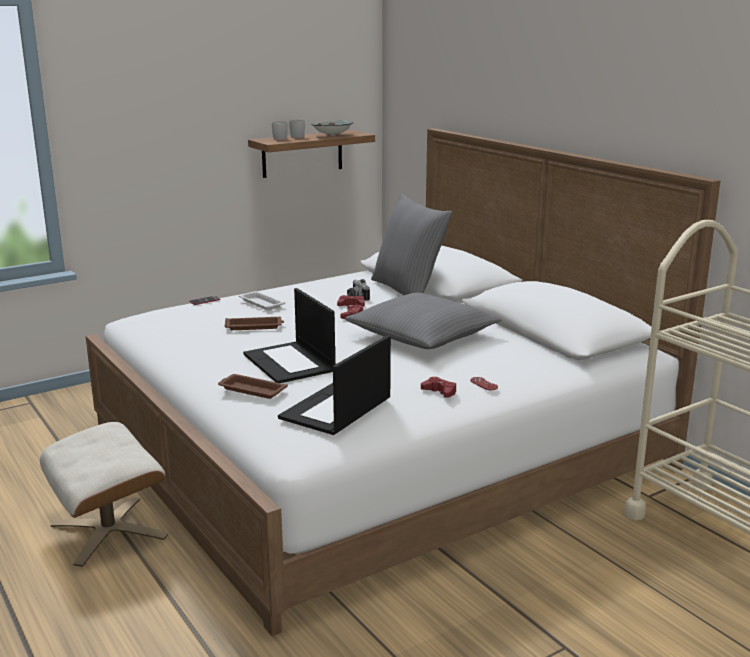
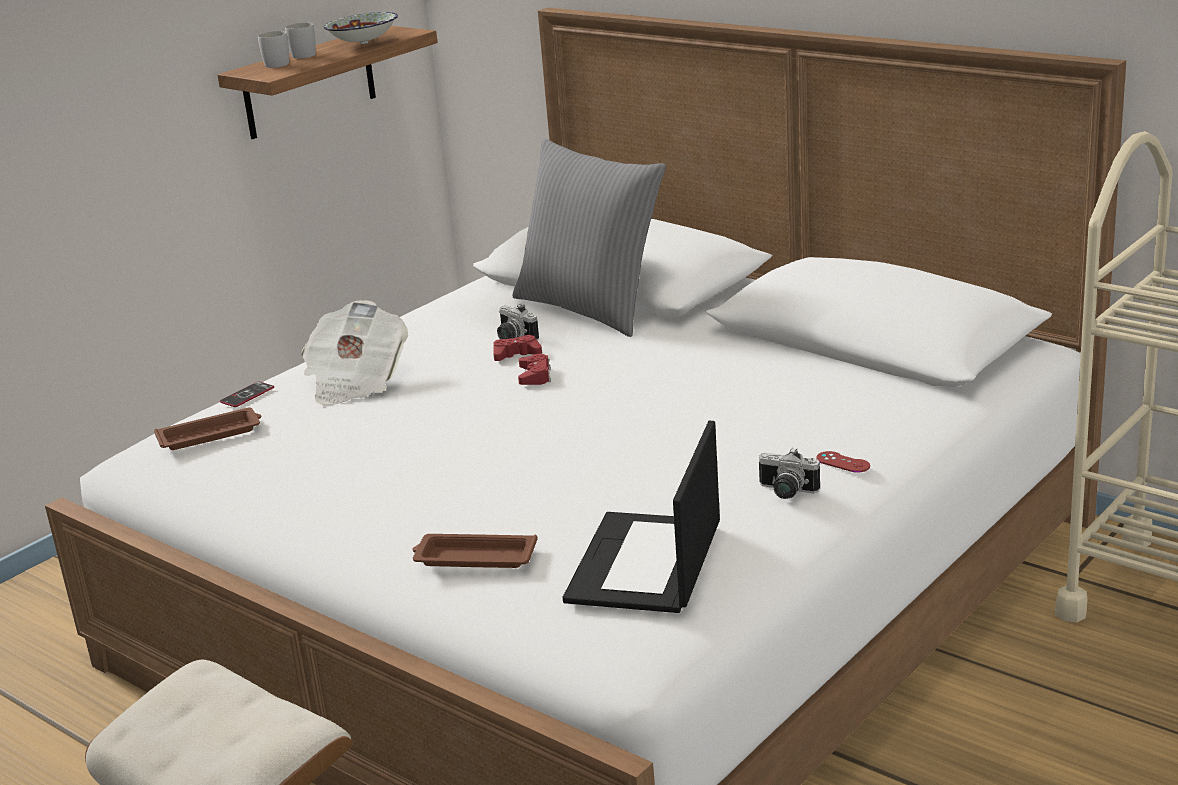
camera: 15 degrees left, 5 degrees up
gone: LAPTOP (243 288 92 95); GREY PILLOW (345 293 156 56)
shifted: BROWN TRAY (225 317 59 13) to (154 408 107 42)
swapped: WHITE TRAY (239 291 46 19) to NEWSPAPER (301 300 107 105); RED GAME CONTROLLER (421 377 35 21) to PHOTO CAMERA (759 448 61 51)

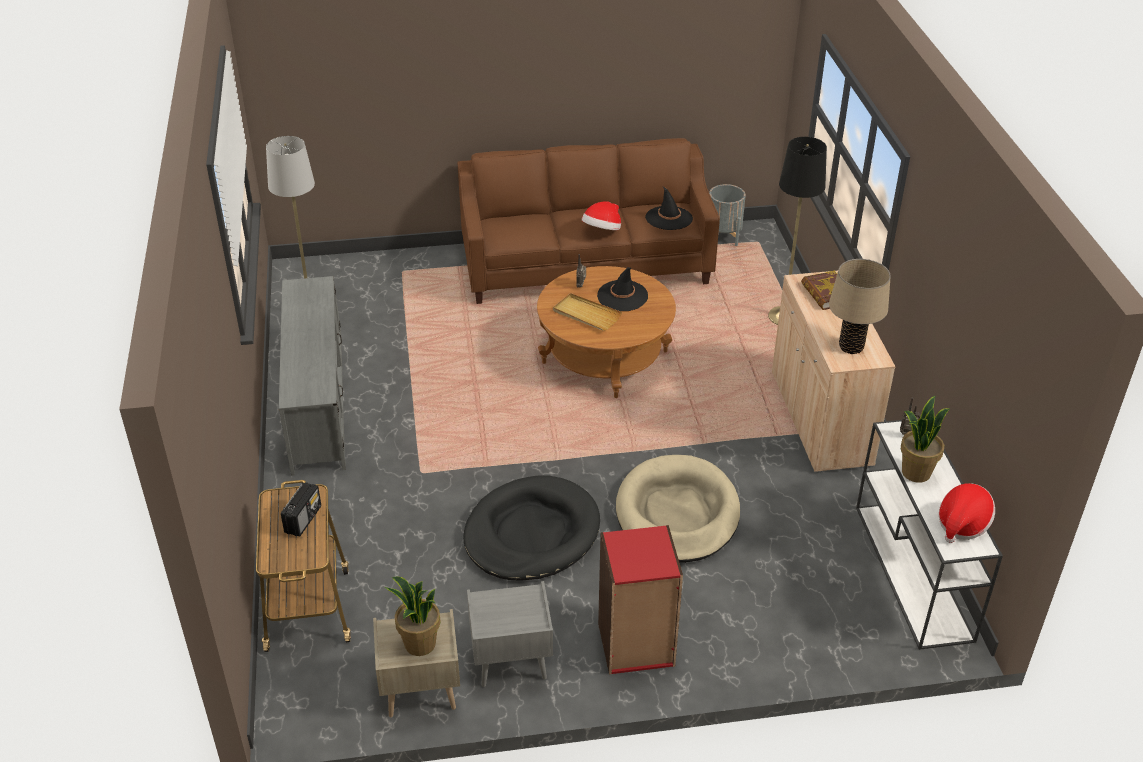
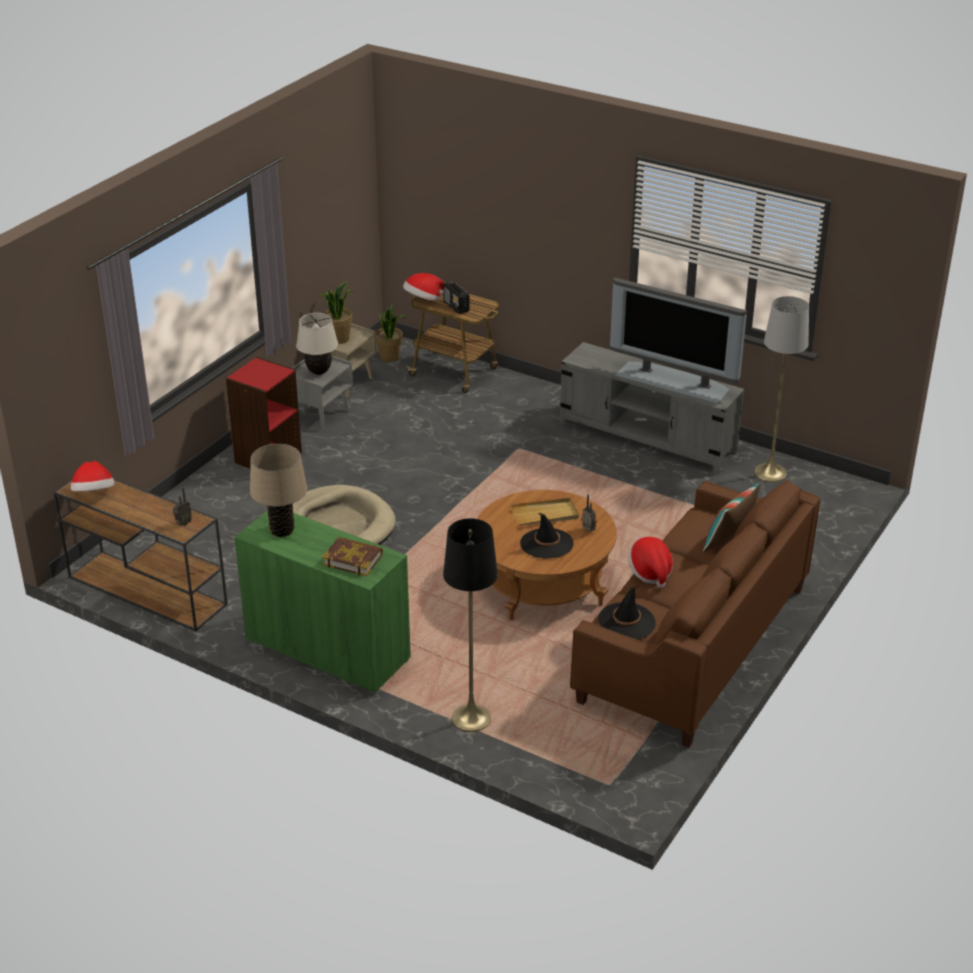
camera: 130 degrees right, 5 degrees down
gone: BLACK DOG BED (463 475 137 106); GREY PLANTER (709 184 37 62)
new: BEIGE TABLE LAMP (296 313 42 62); HAT (403 273 41 28); TELEVISION (610 278 137 126); PILLOW (703 483 58 69)
shifted: POTTED PLANT (901 396 49 87) to (375 305 31 57)
repainted: WHITE CONSOLE TABLE (856 420 147 230) to BROWN CONSOLE TABLE (53 478 175 154); BEIGE CABINET (772 271 124 202) to GREEN CABINET (234 510 177 184)

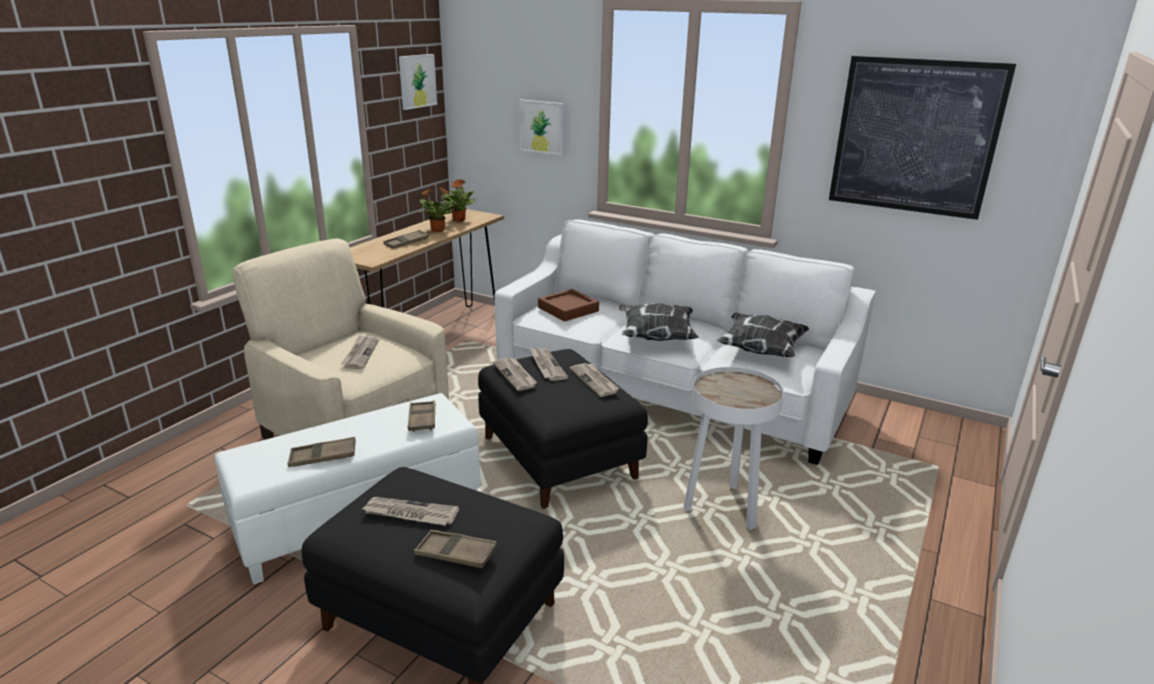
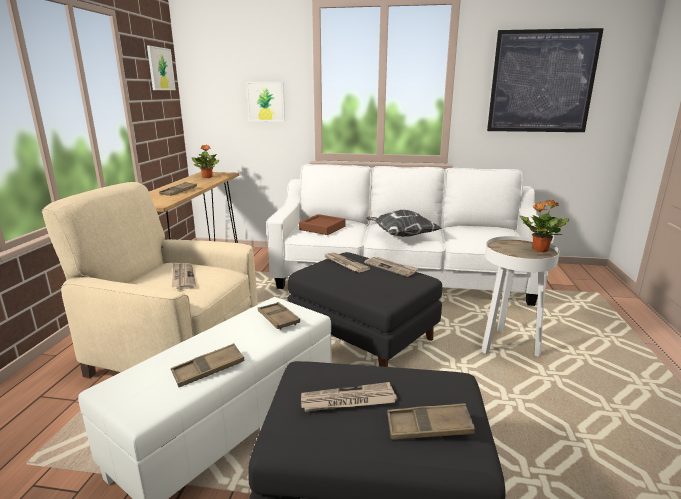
camera: 20 degrees left, 5 degrees down
gone: NEWSPAPER (493 358 44 33); PILLOW (717 312 92 45)
shifted: POTTED PLANT (418 187 35 45) to (519 199 51 53)

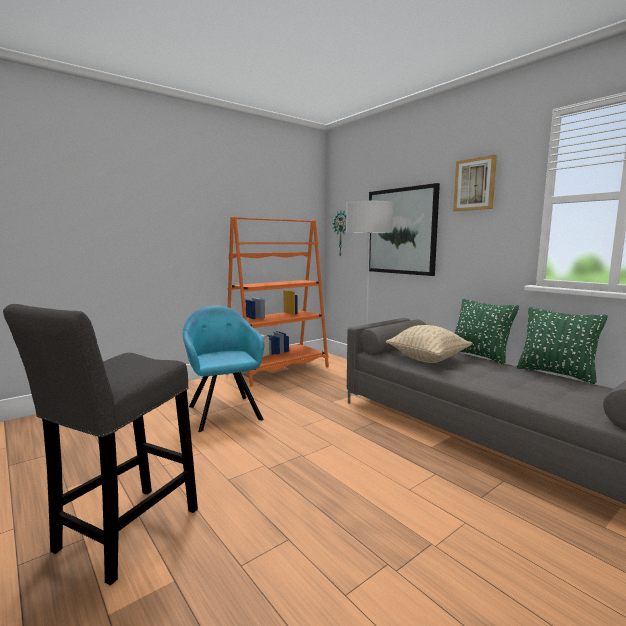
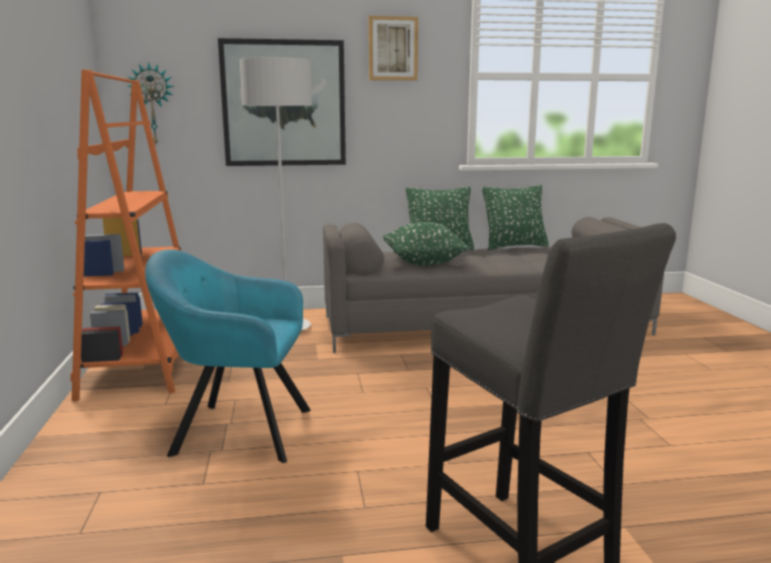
camera: 60 degrees left, 5 degrees up
repainted: BEIGE PILLOW (386 325 86 38) to GREEN PILLOW (383 222 87 43)

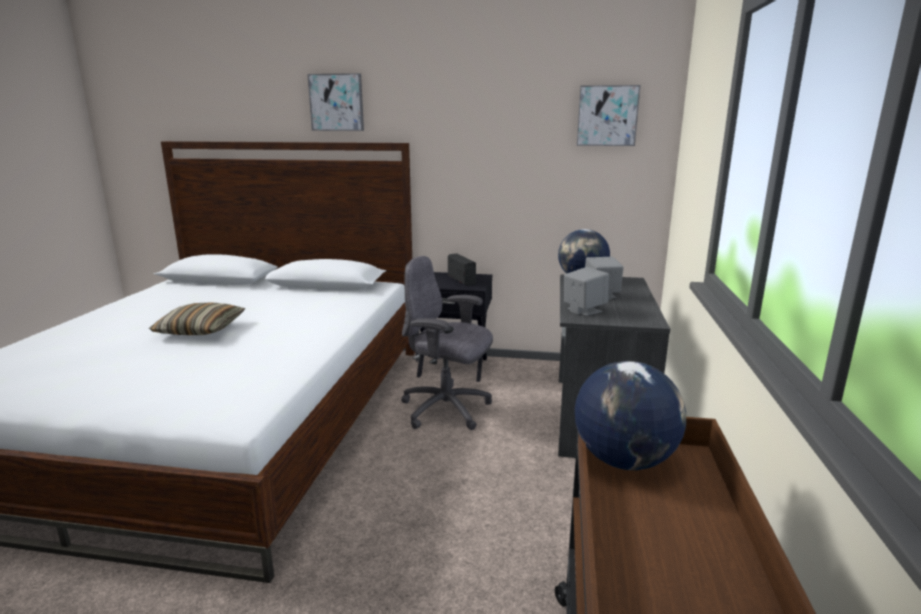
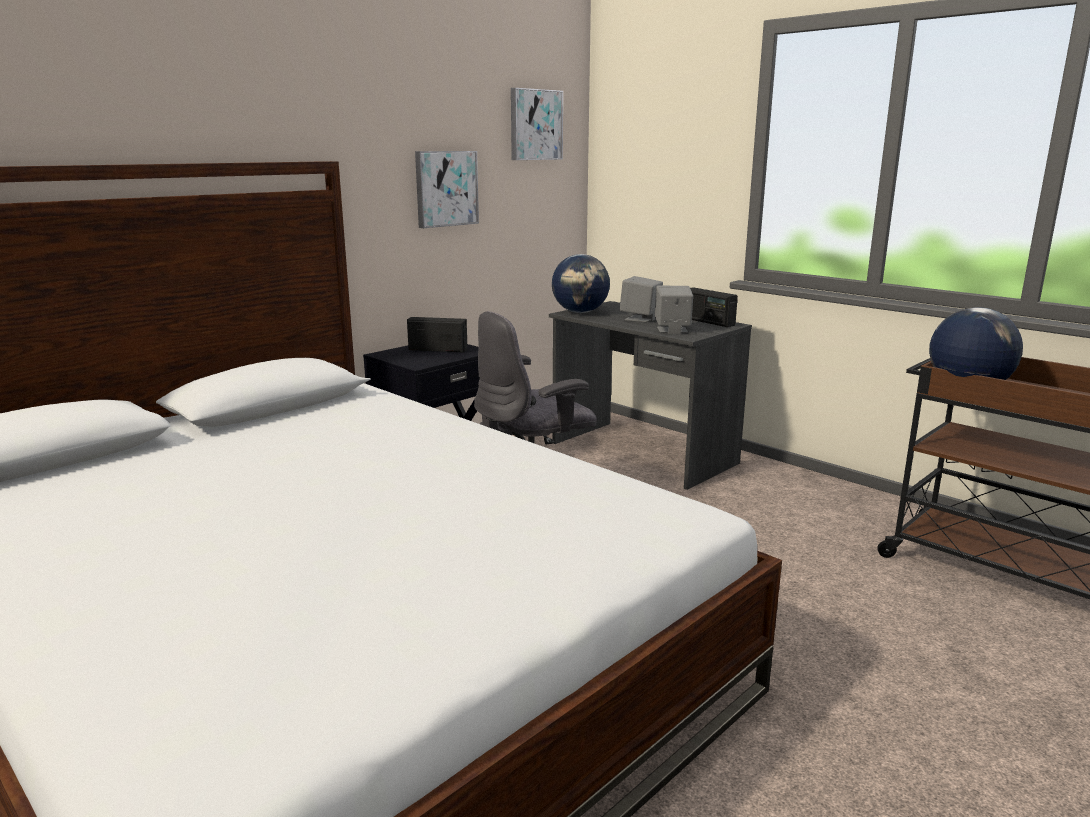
camera: 55 degrees left, 0 degrees up
gone: PILLOW (149 302 97 33)
new: RADIO (690 287 48 40)
shifted: PICTURE (307 73 57 58) to (415 151 64 77)

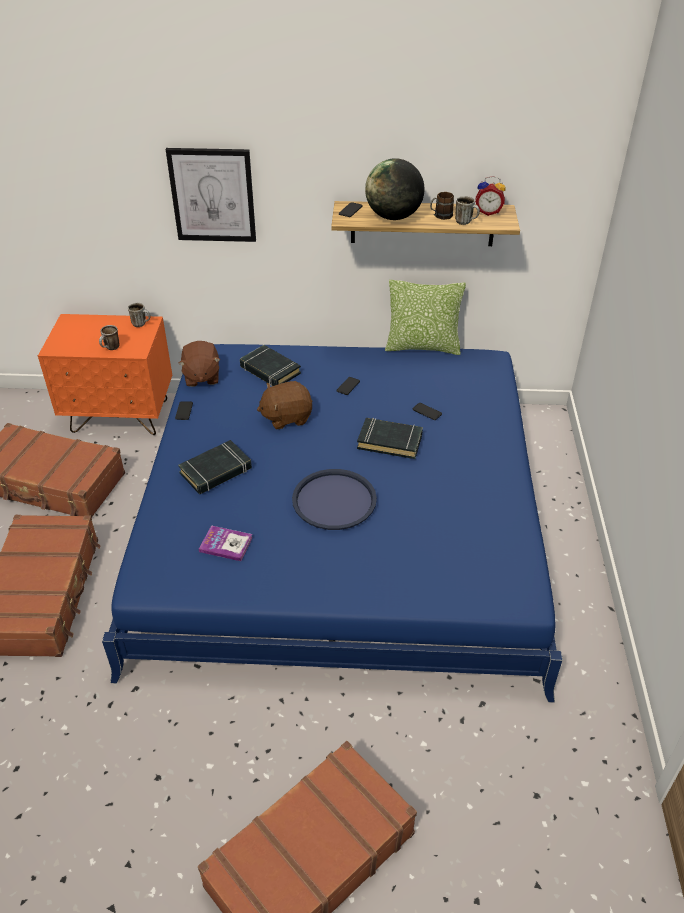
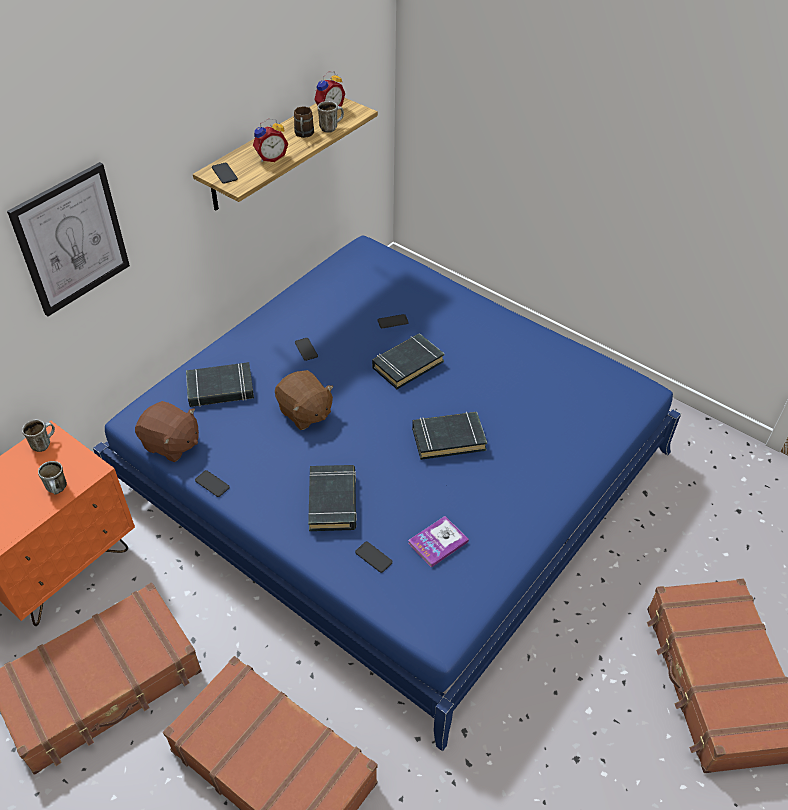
camera: 55 degrees left, 5 degrees up
gone: PILLOW (385 280 81 75)
new: PHONE (355 541 38 32)
swapped: GLOBE (365 158 59 62) to ALARM CLOCK (253 119 35 43); BLUE TRAY (292 469 85 61) to BLACK BOOK (412 412 75 48)
rotated: BROWN PLUSH TOY (257 381 55 49) = (275 370 59 60) 60 degrees counterclockwise

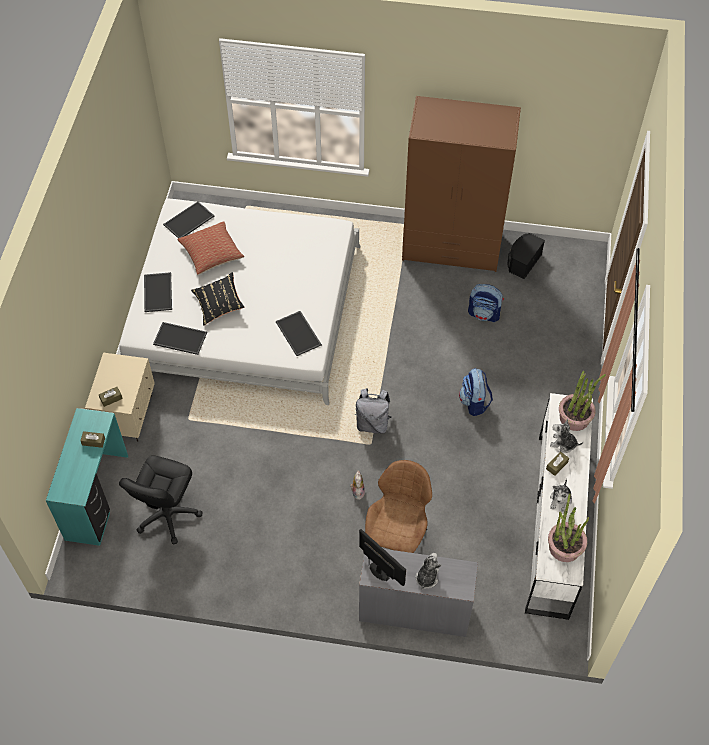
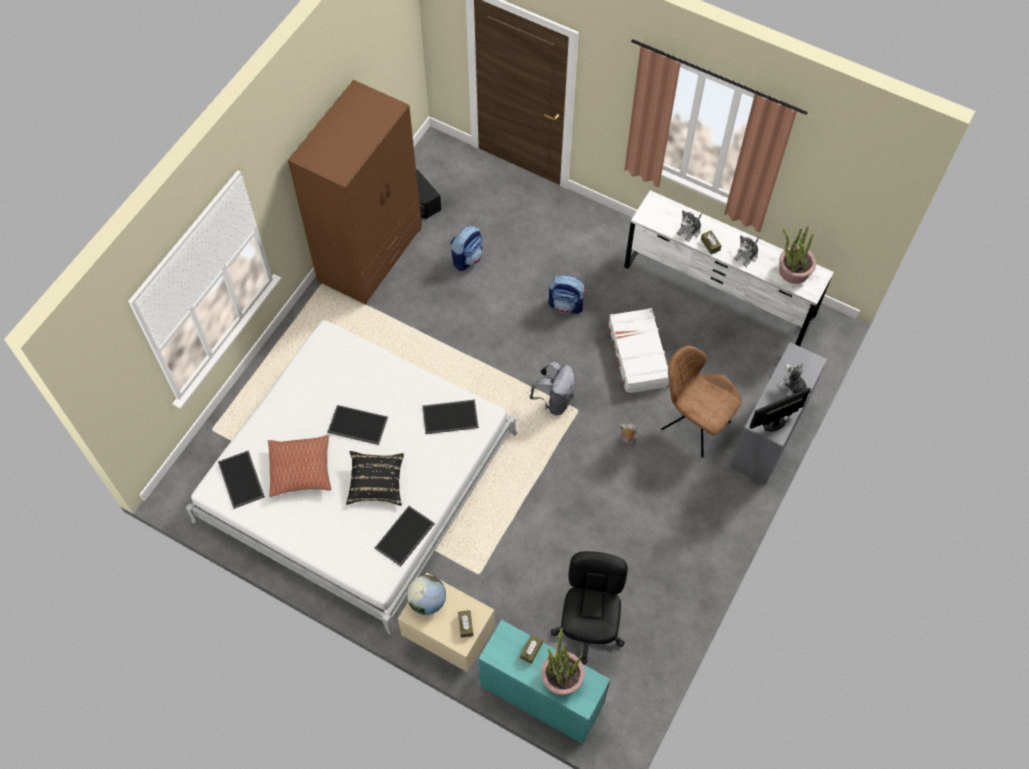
camera: 70 degrees left, 5 degrees up
new: GLOBE (407 575 39 40); WHITE SUITCASE (607 308 62 86)
shifted: TRAY (144 272 28 40) to (328 405 60 40); POTTED PLANT (559 371 47 60) to (541 628 44 68)
rotated: BLACK OFFICE CHAIR (119 456 83 89) = (551 551 77 114) 120 degrees counterclockwise; PLUSH TOY (550 479 22 33) = (734 235 25 32) 90 degrees clockwise

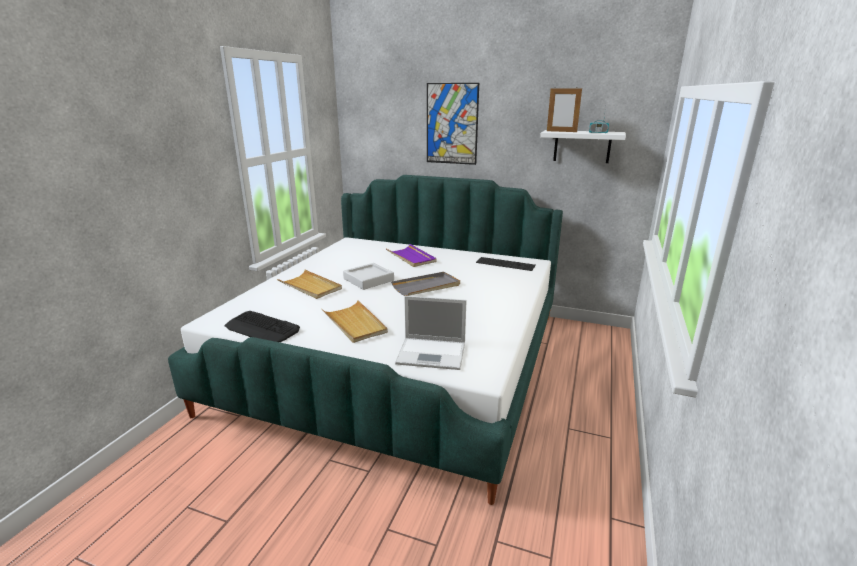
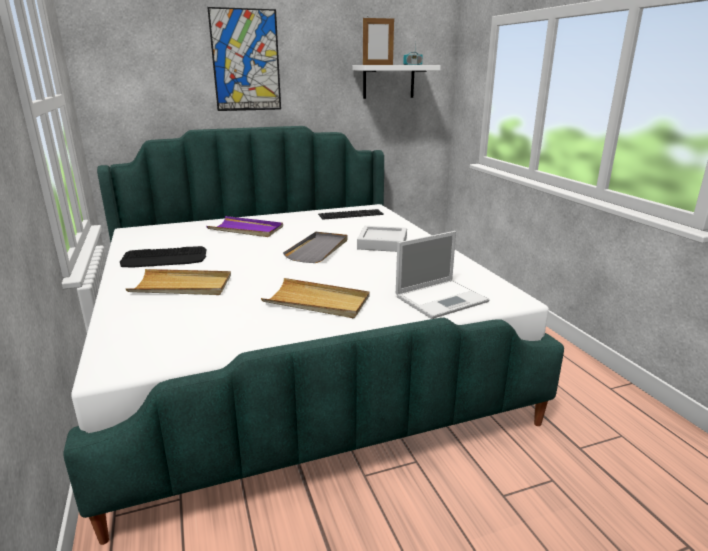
camera: 40 degrees left, 0 degrees up
shifted: KEYBOARD (224 311 76 31) to (120 246 86 22); GREY TRAY (343 263 51 27) to (357 226 50 26)

